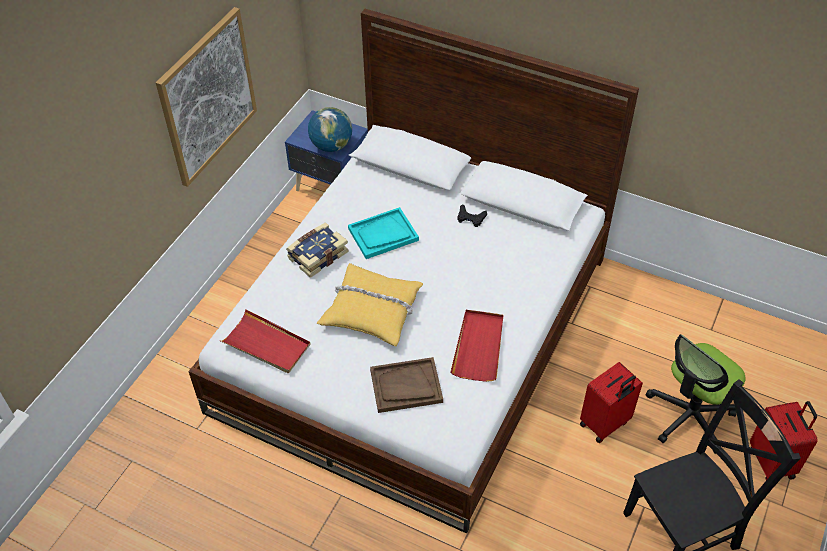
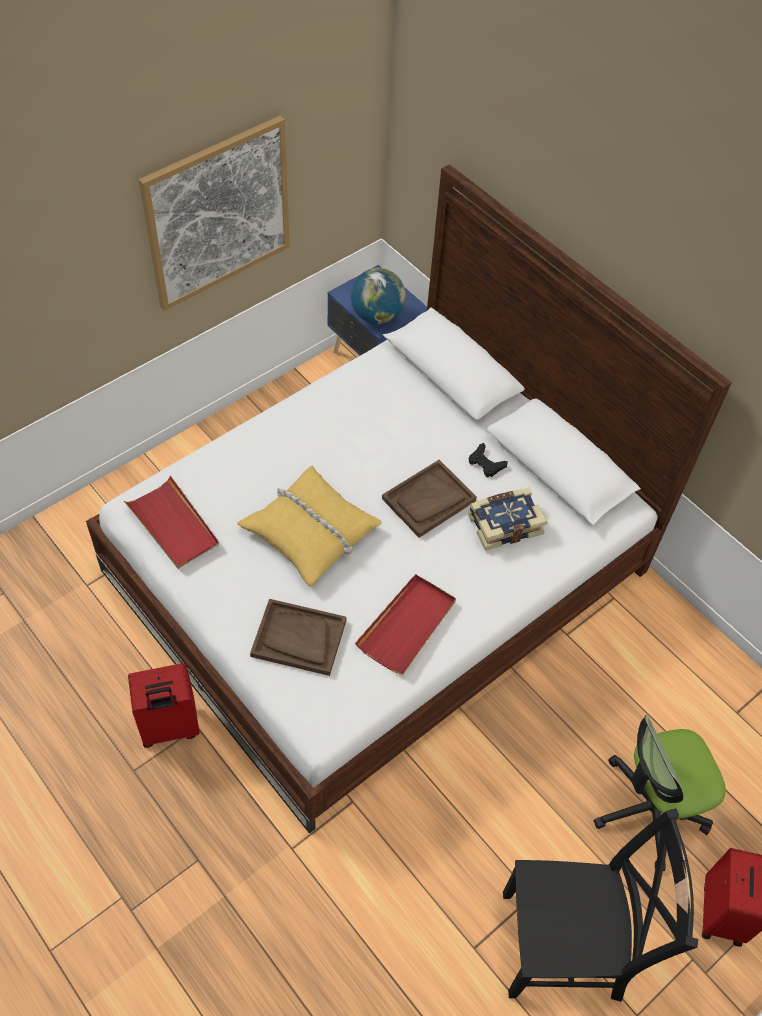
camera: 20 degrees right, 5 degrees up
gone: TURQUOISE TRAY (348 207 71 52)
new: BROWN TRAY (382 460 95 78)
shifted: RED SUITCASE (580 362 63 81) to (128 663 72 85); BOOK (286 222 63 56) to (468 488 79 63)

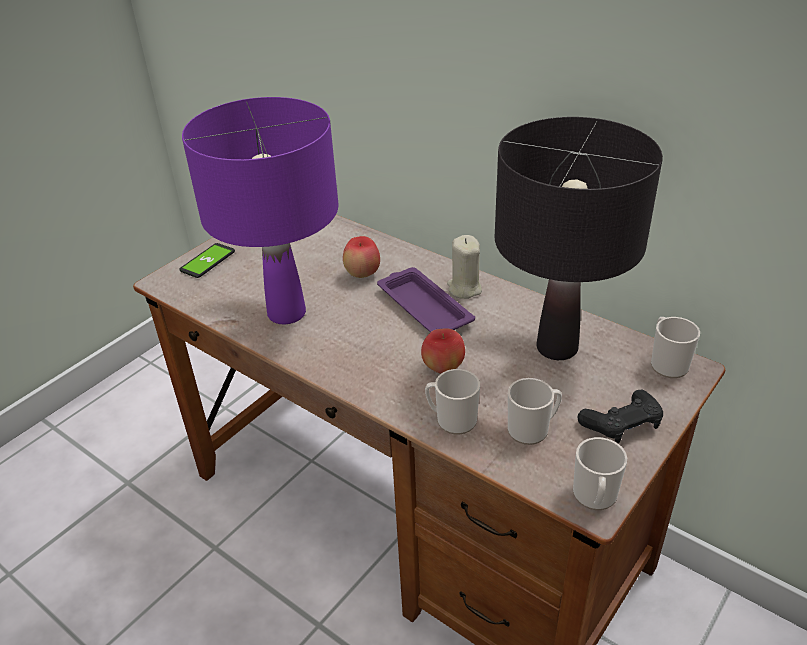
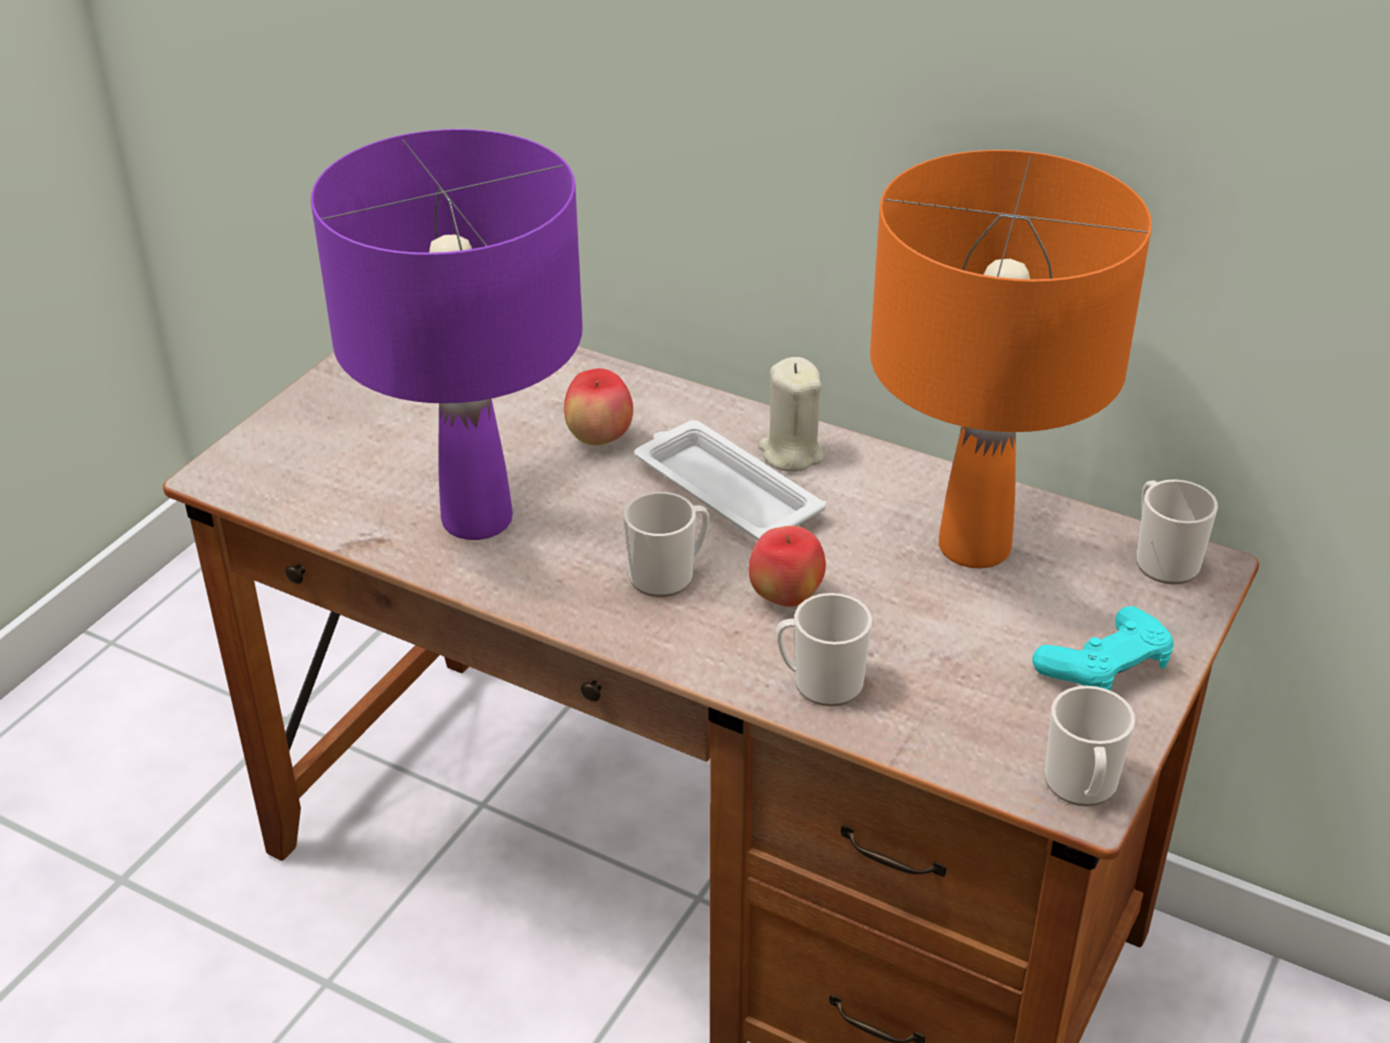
camera: 10 degrees left, 0 degrees up
gone: PHONE (179 243 56 35)
shifted: MUG (508 378 54 67) to (624 492 85 105)
repainted: PURPLE TRAY (377 267 98 65) to WHITE TRAY (634 420 192 120); BLACK TABLE LAMP (495 117 168 243) to ORANGE TABLE LAMP (870 150 282 419); BLACK GAME CONTROLLER (578 390 85 53) to TURQUOISE GAME CONTROLLER (1032 606 142 84)

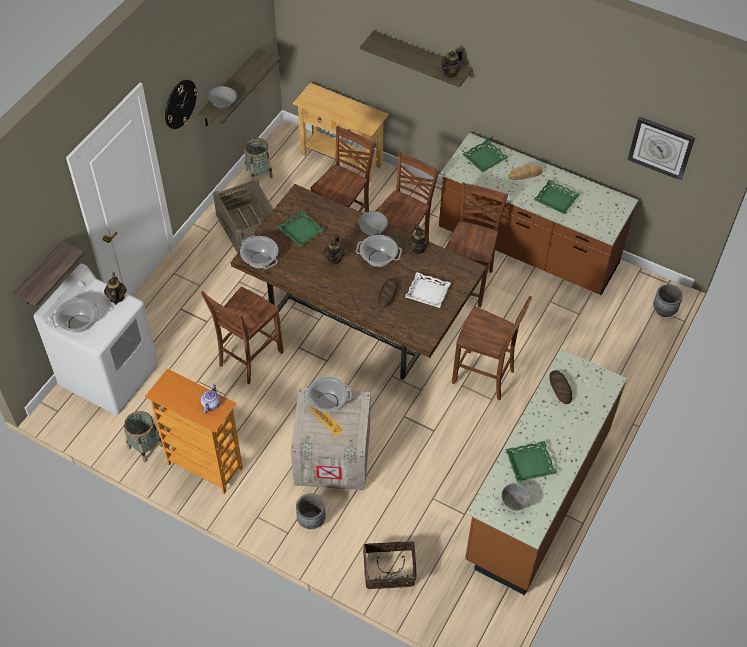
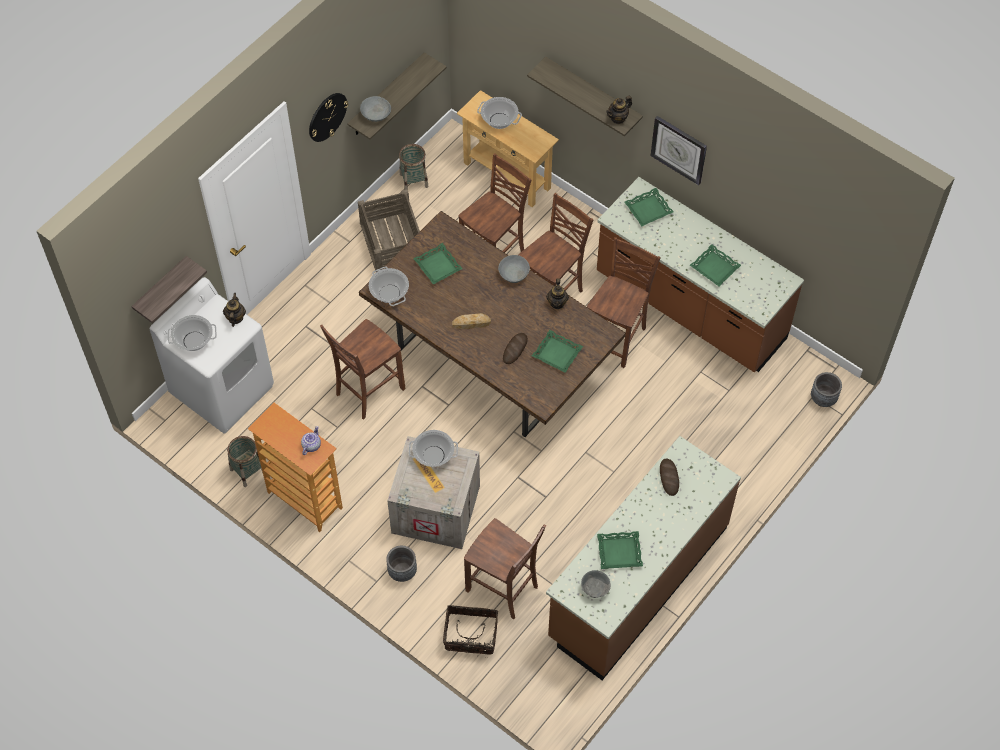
camera: 10 degrees right, 5 degrees up
gone: TEAPOT (324 235 21 29)
shifted: BREAD (508 164 34 16) to (452 313 39 16); BROWN CHAIR (452 296 80 104) to (464 518 82 102); COOKING POT (356 235 46 32) to (477 97 45 32); WALL CLOCK (628 117 67 64) to (651 116 56 69)
repainted: WHITE TRAY (405 272 46 36) to GREEN TRAY (532 330 51 43)

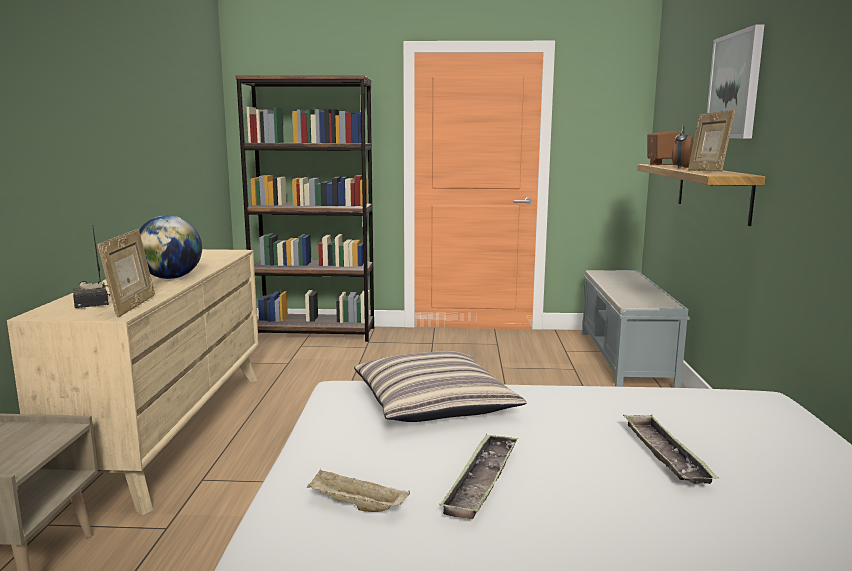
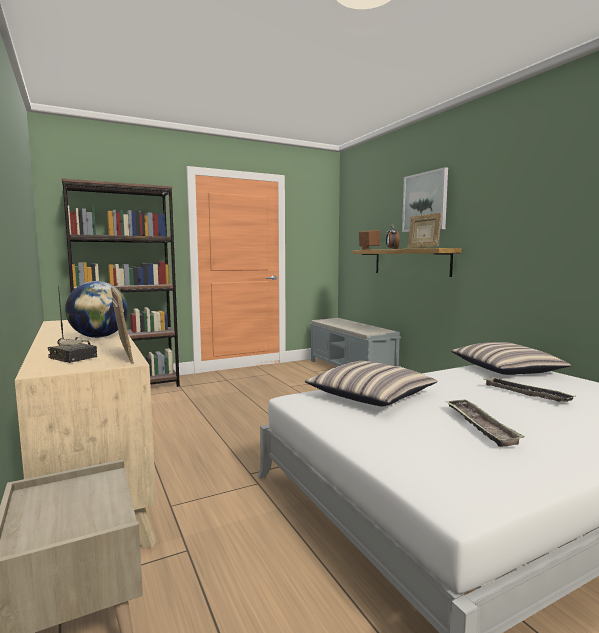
camera: 30 degrees left, 5 degrees down
gone: BEIGE TRAY (307 469 103 43)
new: PILLOW (451 342 120 33)

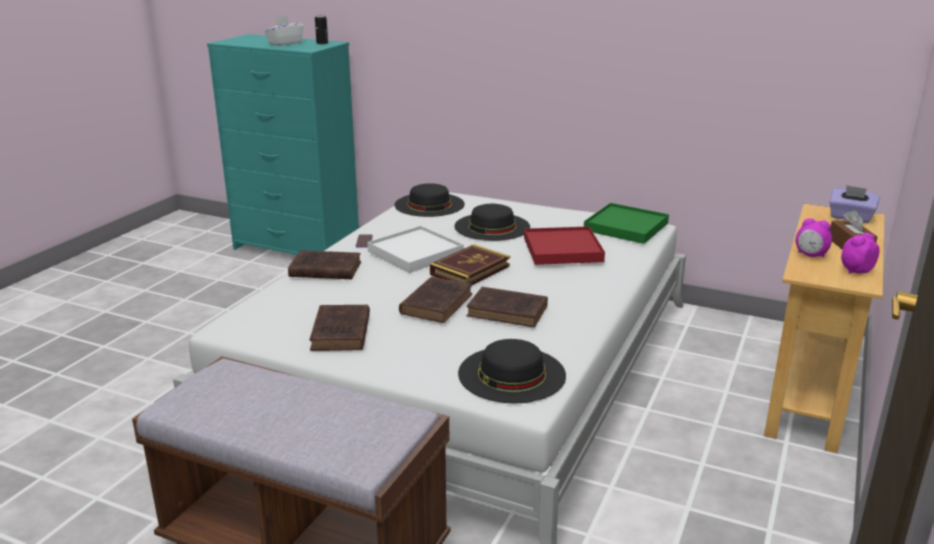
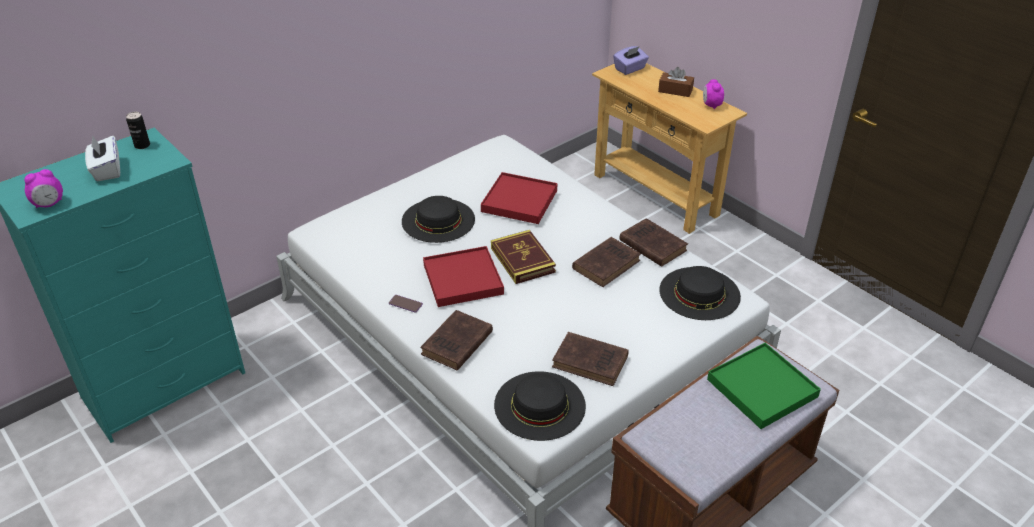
camera: 65 degrees left, 15 degrees up
shifted: ALARM CLOCK (796 218 36 39) to (25 169 38 39); BLACK HAT (394 183 71 34) to (494 372 92 69); BROWN BOOK (399 277 73 46) to (619 218 69 49); GREEN TRAY (584 203 85 41) to (707 343 114 86)
repainted: WHITE TRAY (367 226 97 47) to RED TRAY (423 246 81 61)

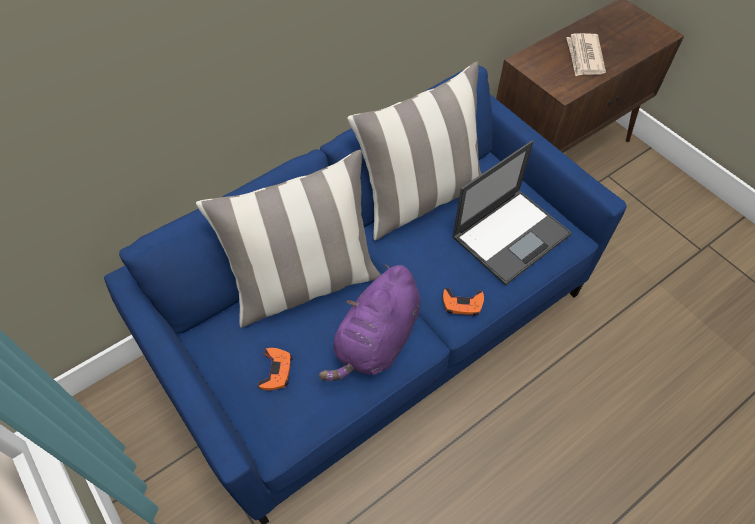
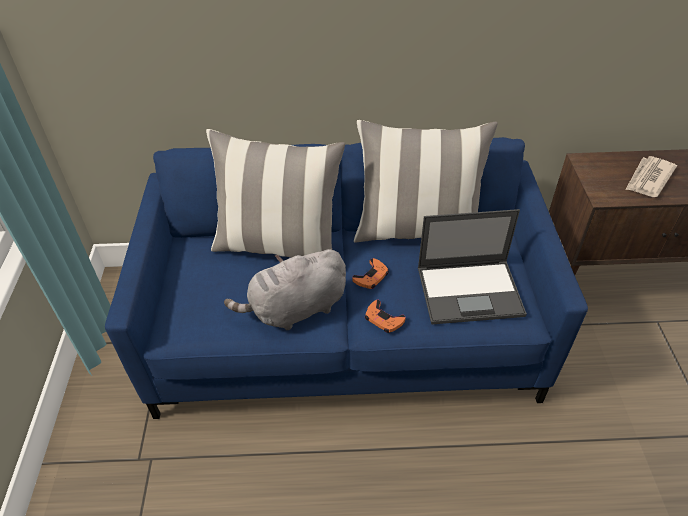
camera: 35 degrees right, 10 degrees down
shifted: ORANGE GAME CONTROLLER (258 348 34 42) to (352 258 37 31)
repainted: PURPLE PLUSH TOY (319 265 101 116) to GREY PLUSH TOY (224 249 122 81)

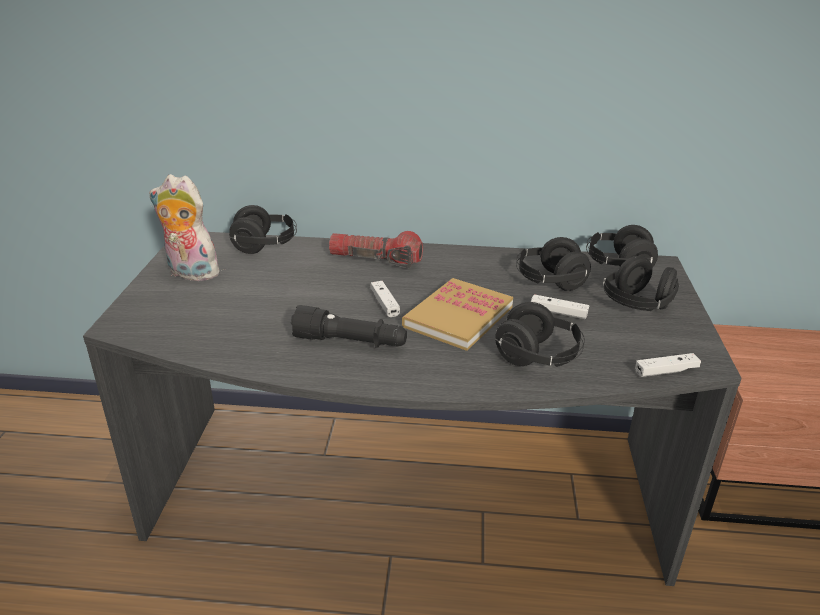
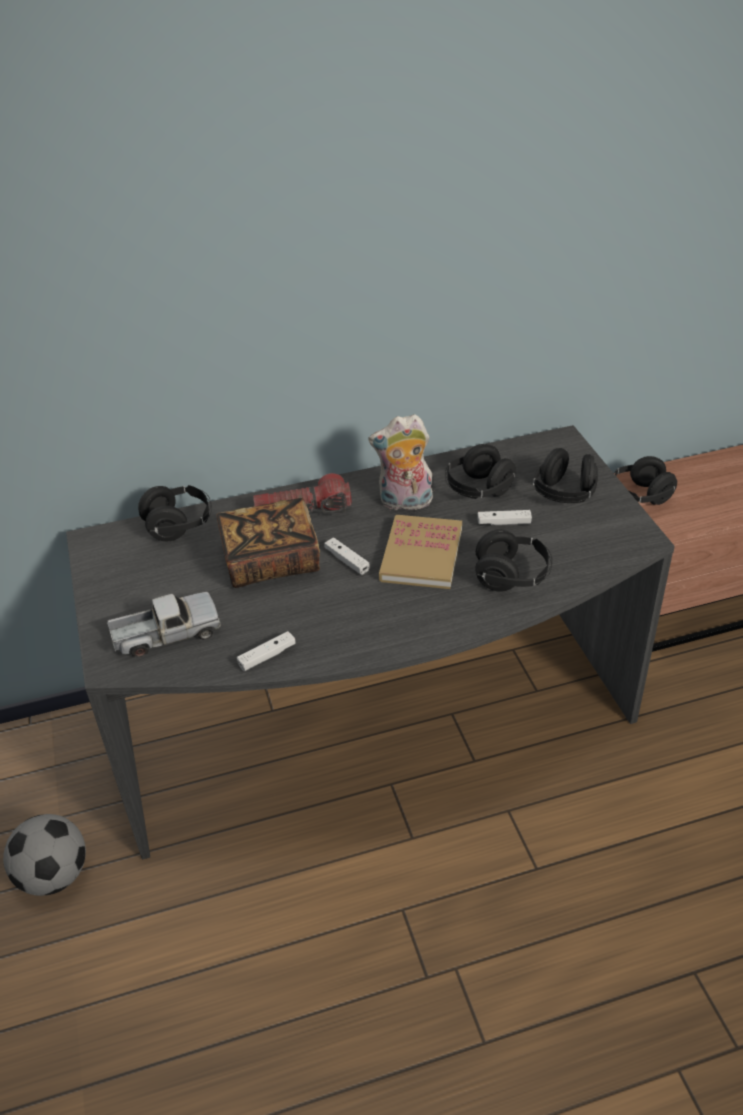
camera: 20 degrees left, 10 degrees up
gone: BLACK FLASHLIGHT (291 305 116 43)
new: FOOTBALL (3 814 83 82); TOY TRUCK (107 592 114 66); BOOK (217 498 103 90)
shifted: WHITE GAME CONTROLLER (635 353 66 24) to (237 631 59 40); PLUSH TOY (149 174 73 107) to (368 414 65 96); BLACK HEADPHONES (586 225 72 43) to (614 456 63 49)

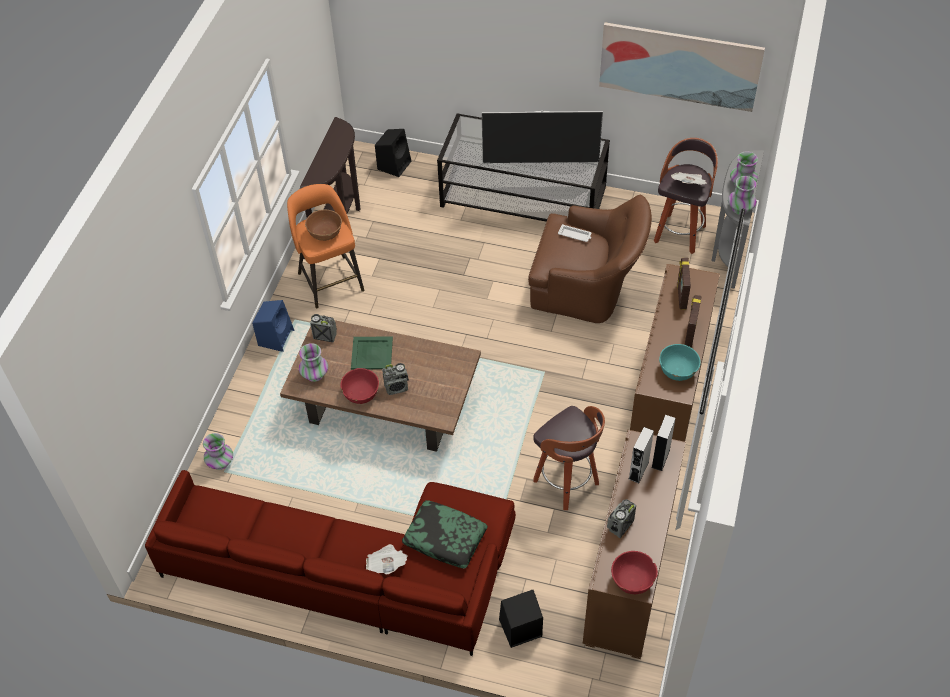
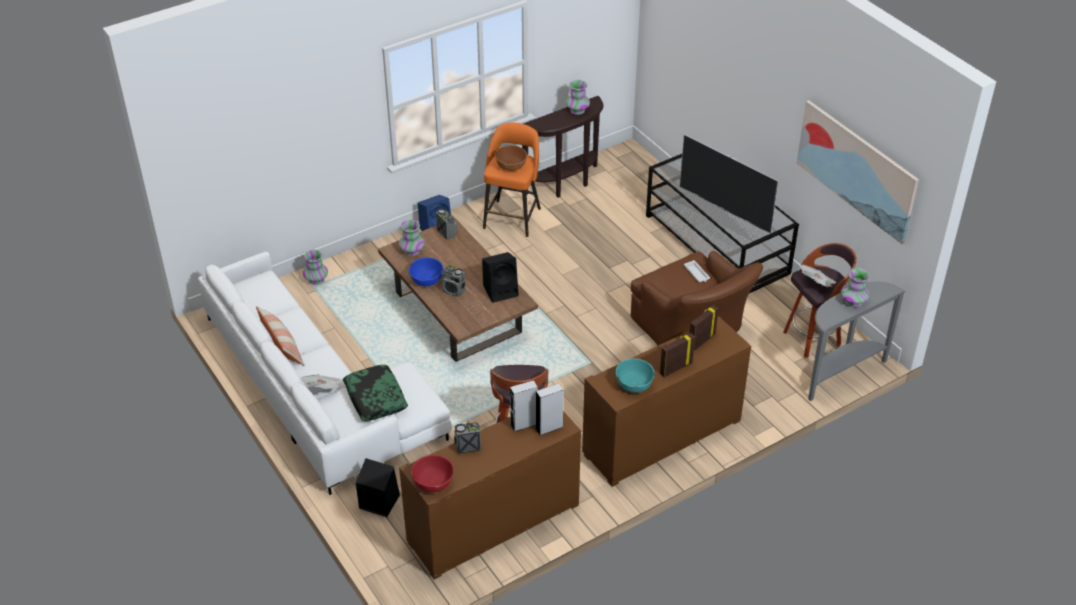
camera: 40 degrees right, 10 degrees down
gone: GREEN TRAY (351 337 42 32)
new: PILLOW (256 306 48 60)
shifted: BLACK SPEAKER (375 129 36 48) to (482 252 37 51); VASE (728 176 28 39) to (566 80 24 35)
repainted: RED SOFA (145 470 371 186) to WHITE SOFA (198 252 254 243); RED BOWL (340 368 39 36) to BLUE BOWL (409 258 34 28)

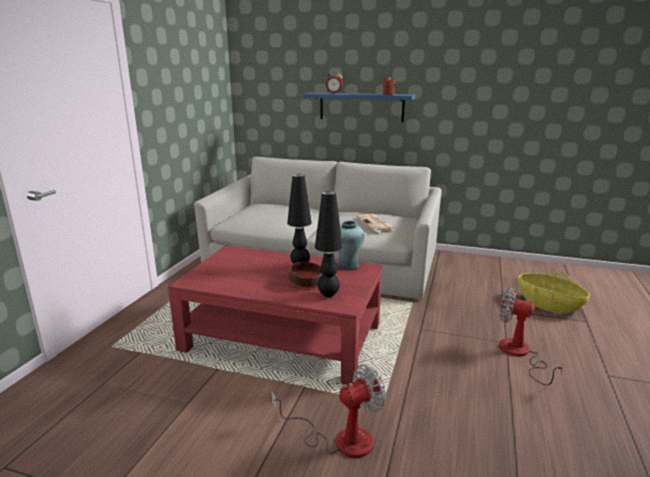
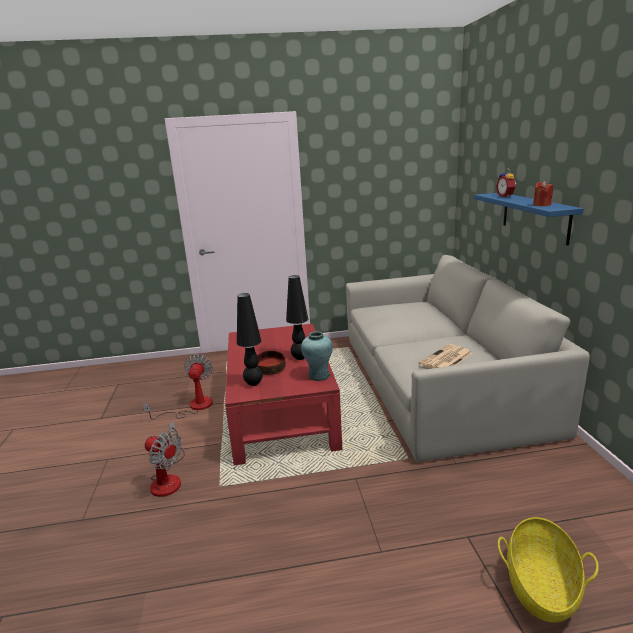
camera: 65 degrees right, 0 degrees up
shifted: FAN (499 288 65 97) to (142 354 71 66)

